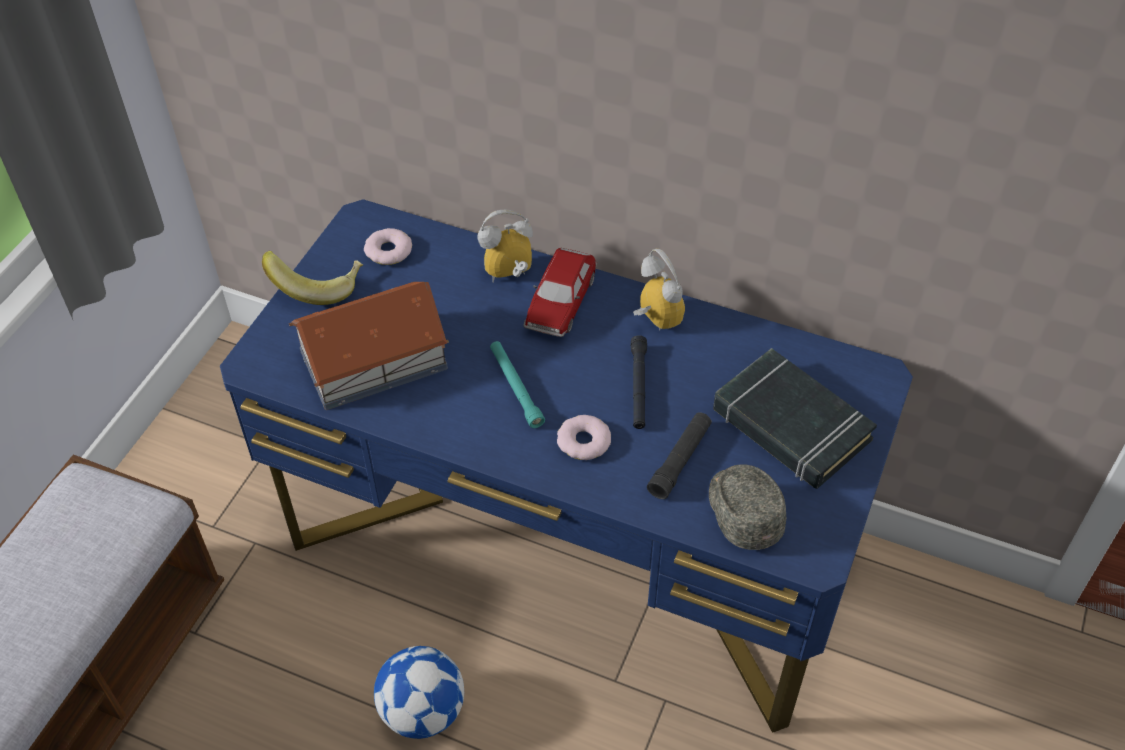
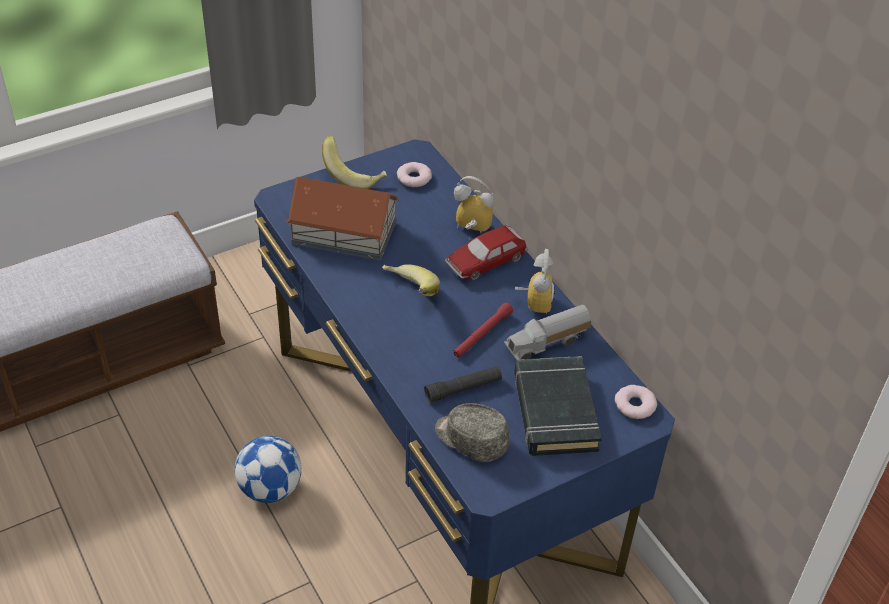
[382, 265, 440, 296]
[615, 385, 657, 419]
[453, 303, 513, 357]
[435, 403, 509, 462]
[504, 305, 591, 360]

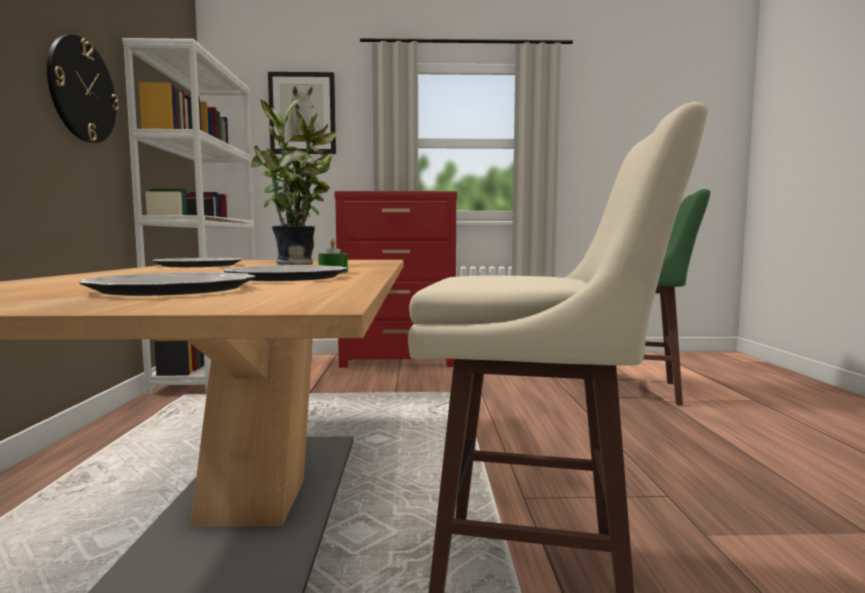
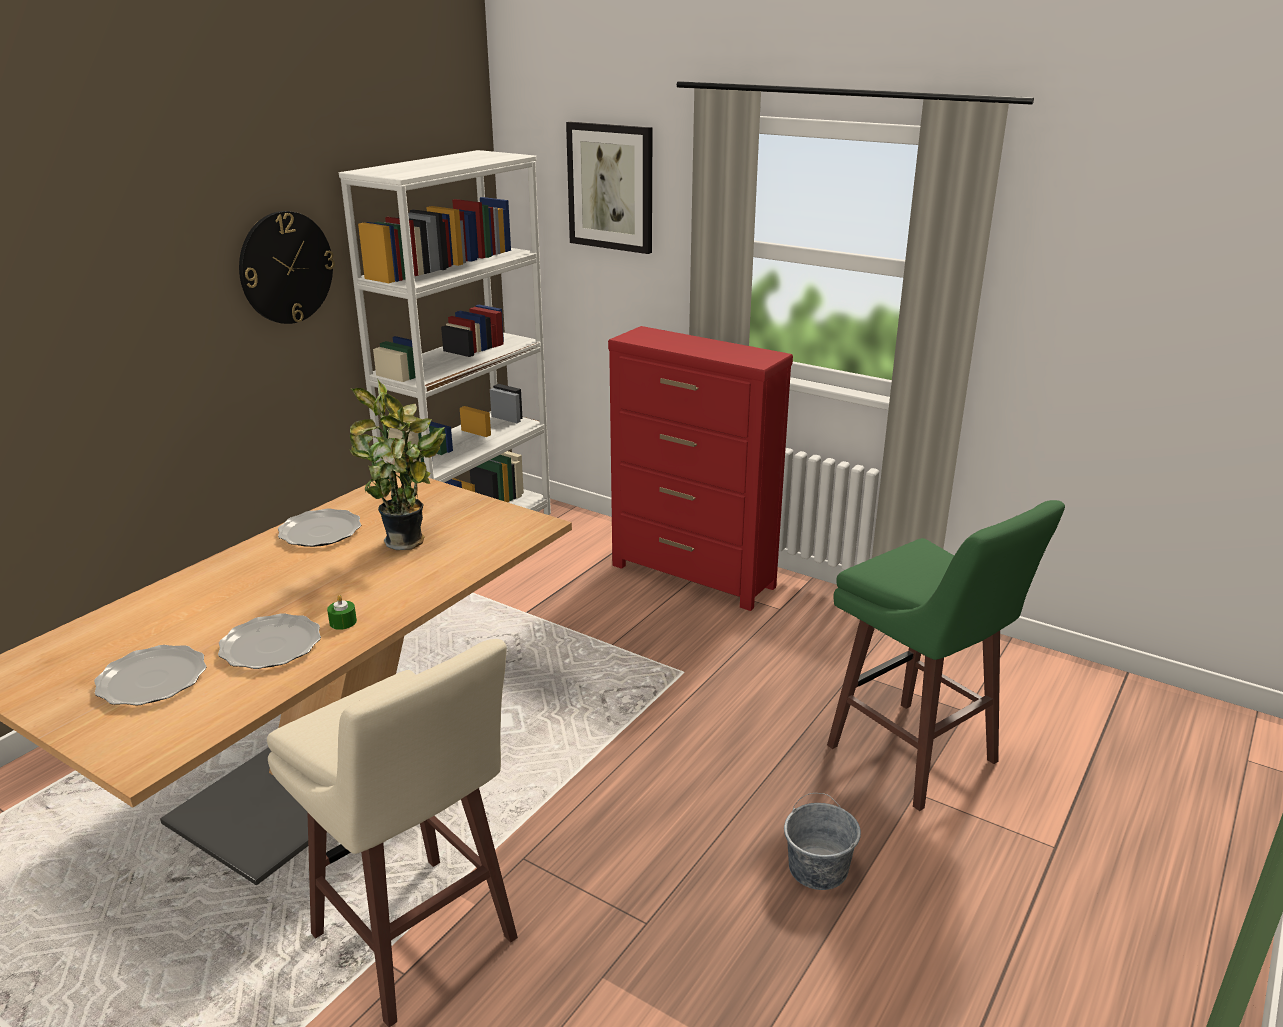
[784, 793, 861, 890]

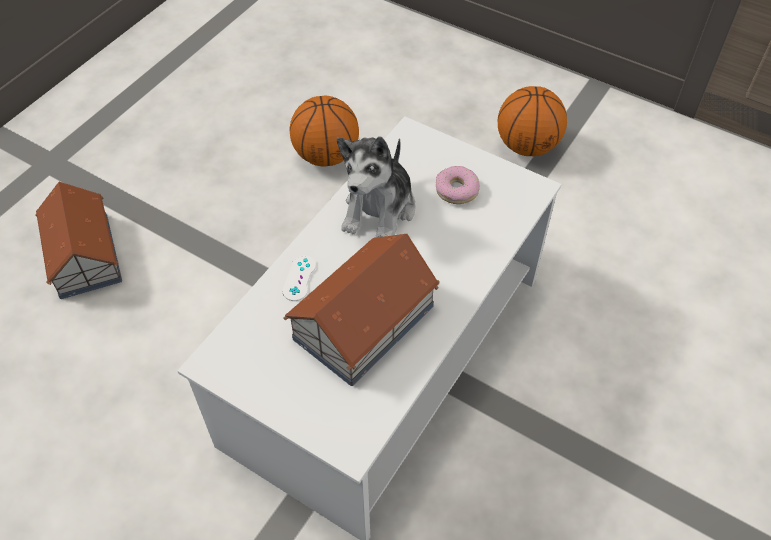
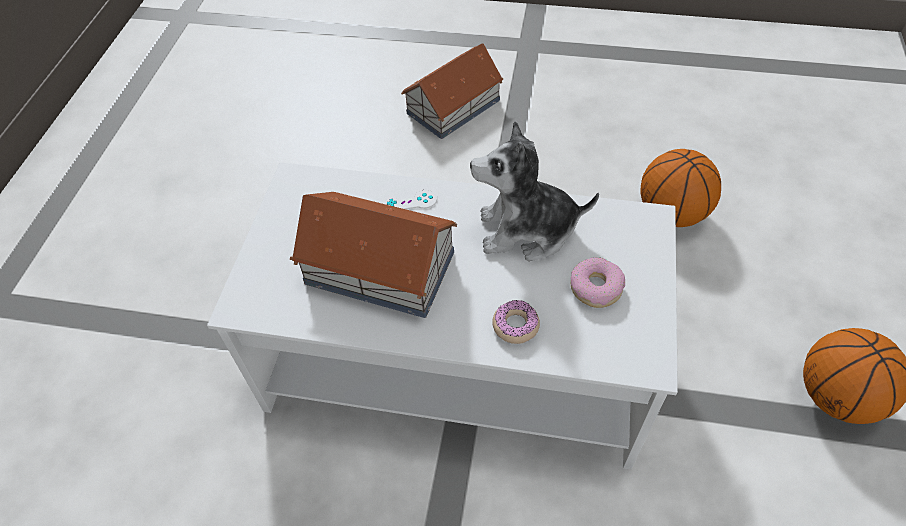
[492, 300, 540, 344]

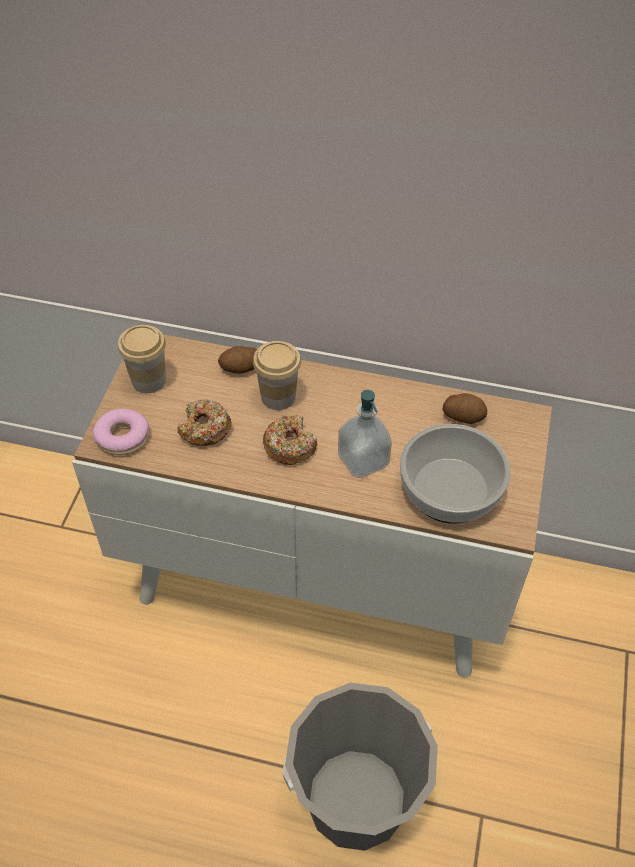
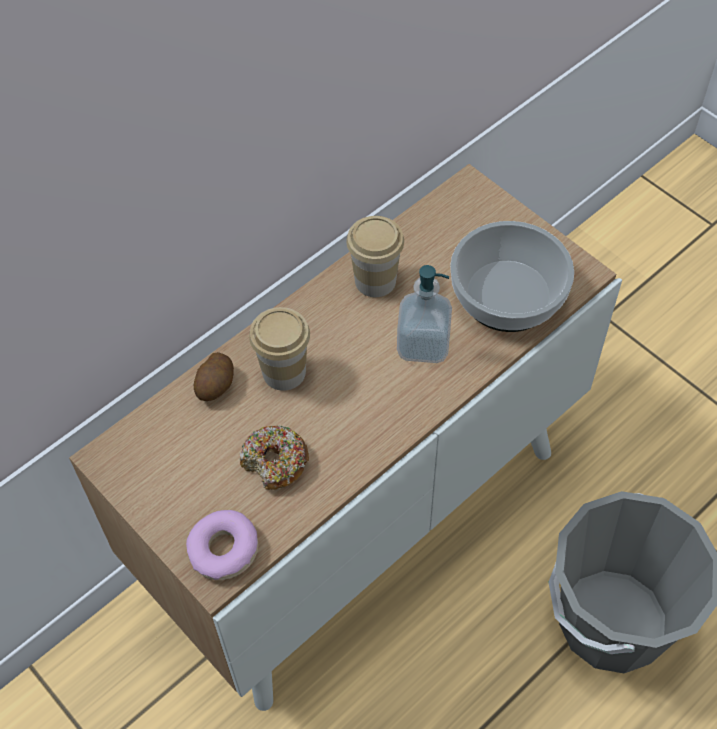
[346, 216, 404, 297]
[263, 414, 317, 465] (first image)
[443, 393, 487, 424] (first image)

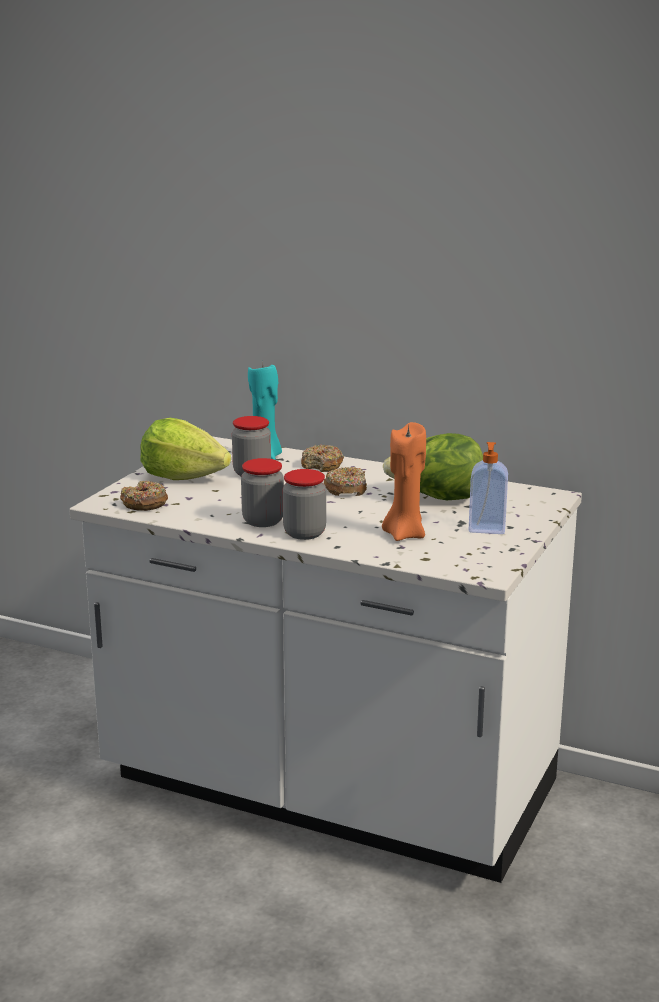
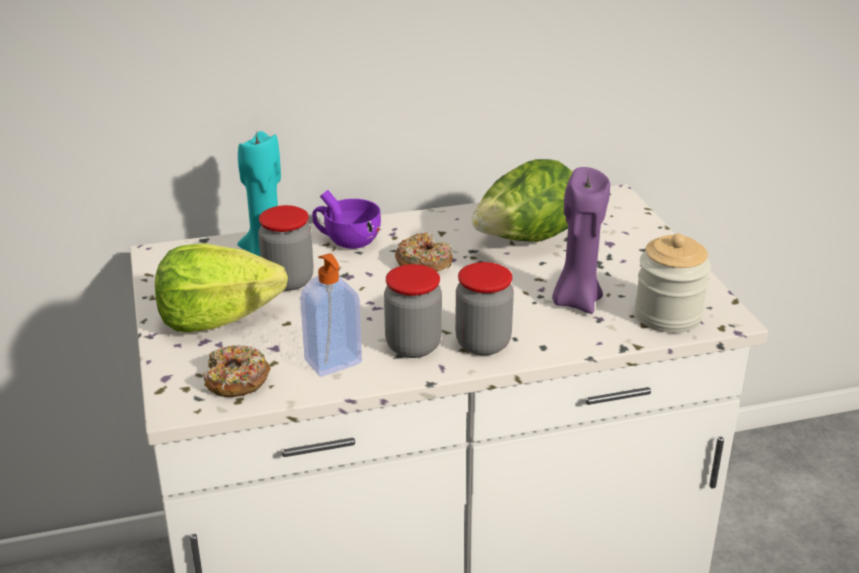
[312, 190, 381, 249]
[552, 167, 610, 314]
[300, 253, 362, 377]
[635, 234, 711, 333]

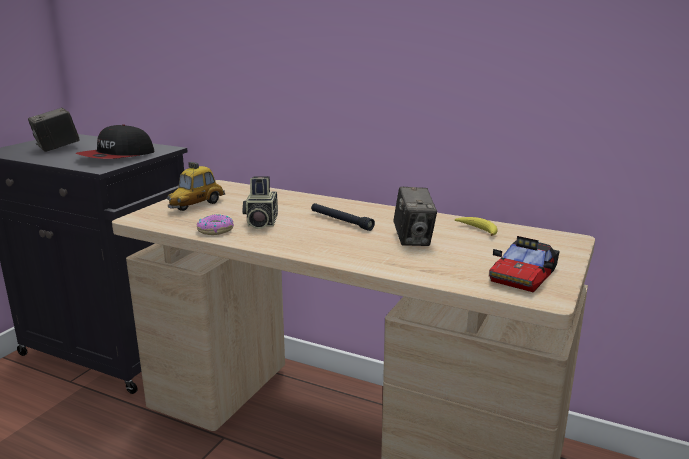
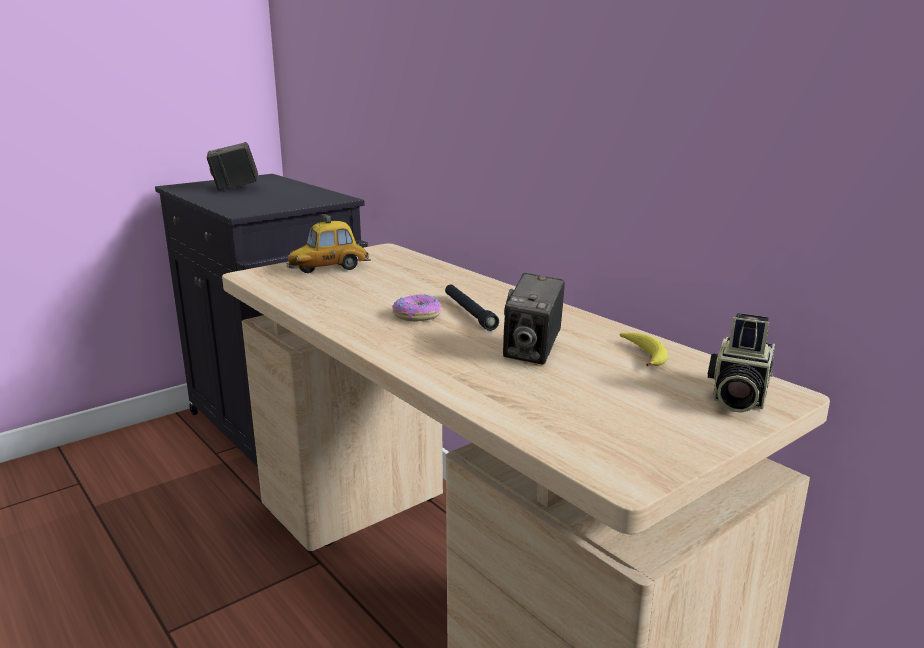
[76, 124, 155, 159] (first image)
[392, 294, 442, 322]
[708, 313, 775, 413]
[489, 236, 560, 292] (first image)

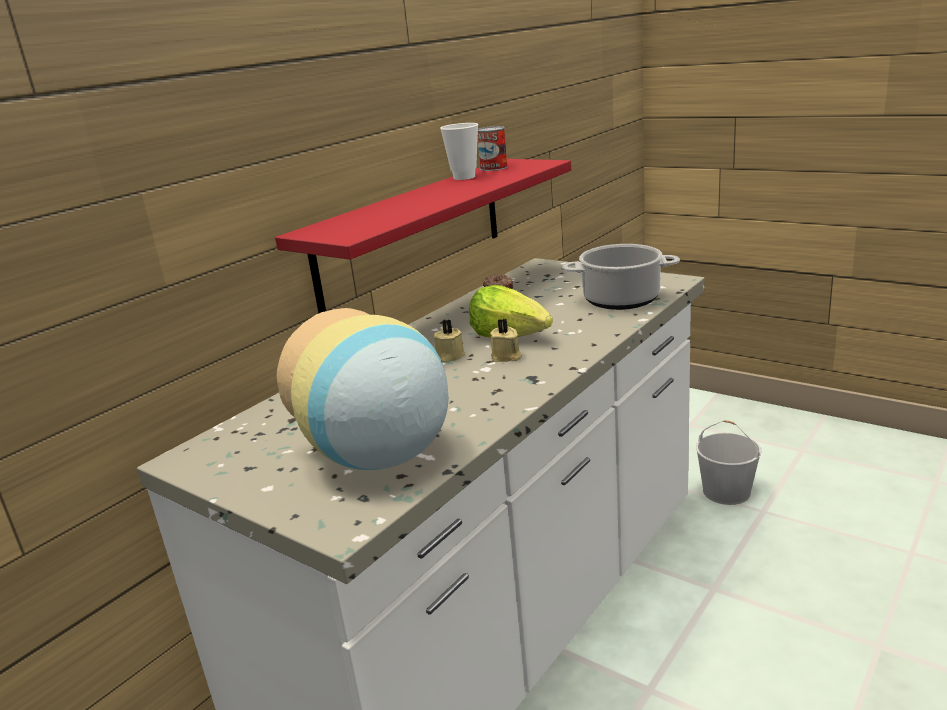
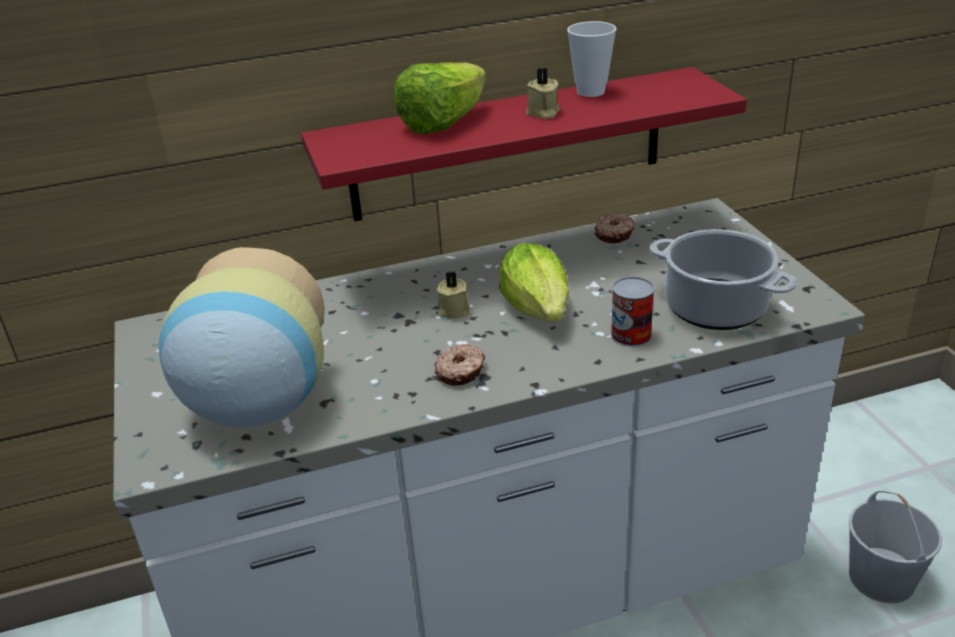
[611, 276, 654, 347]
[526, 68, 560, 119]
[393, 62, 486, 134]
[434, 344, 485, 386]

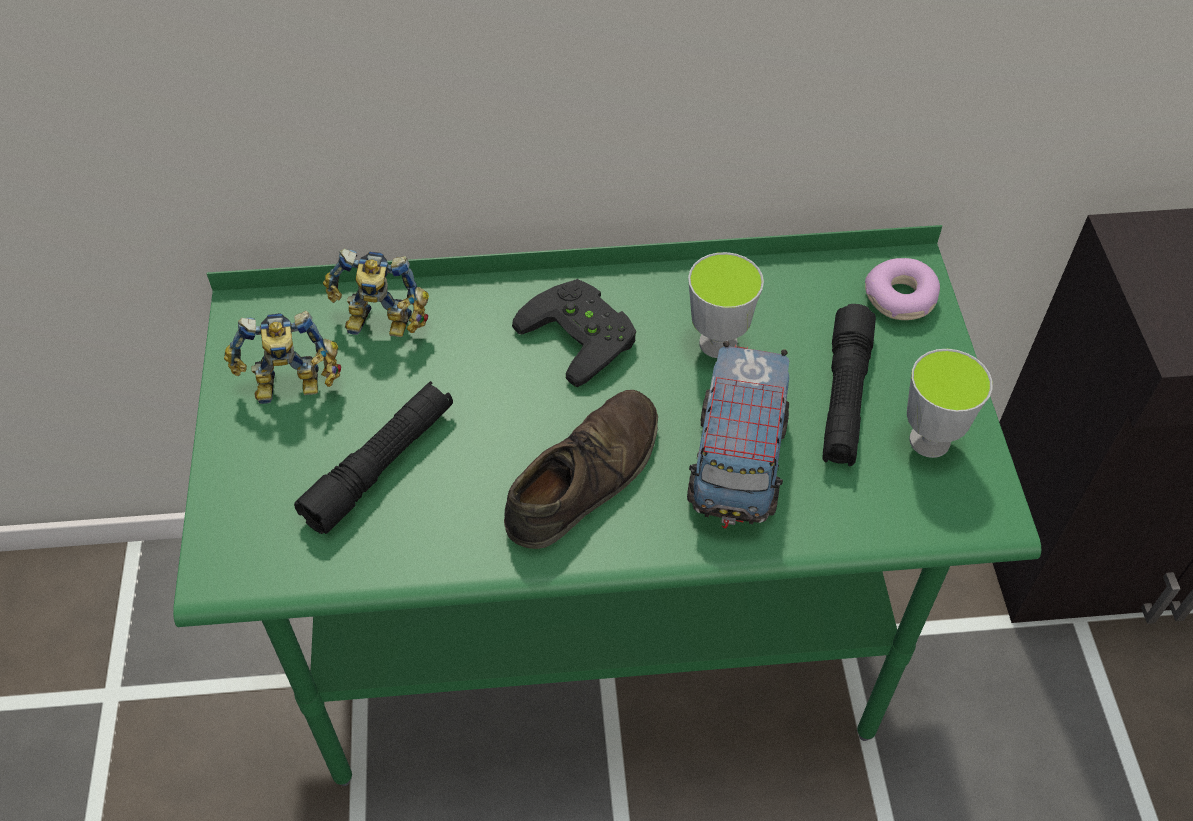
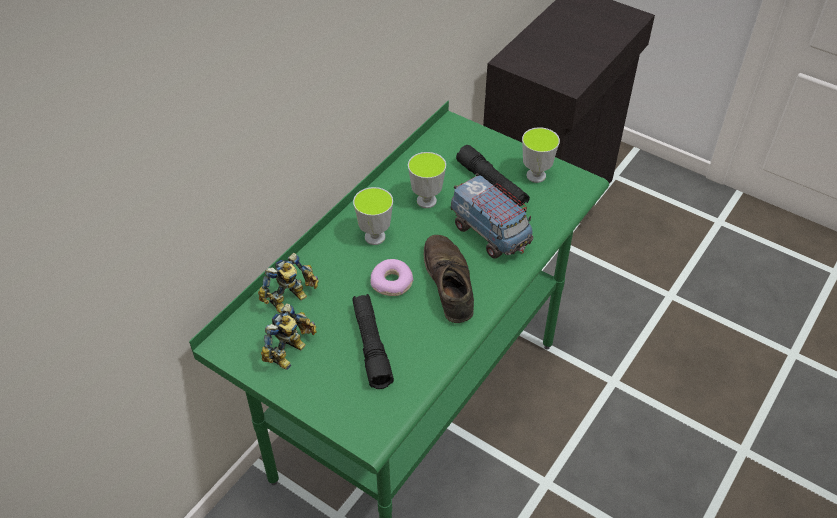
[353, 187, 393, 245]
[370, 259, 413, 296]

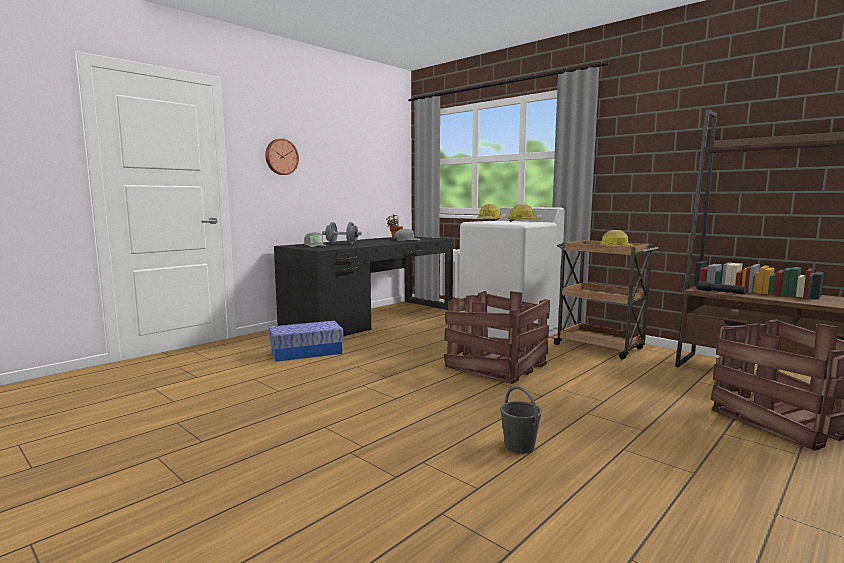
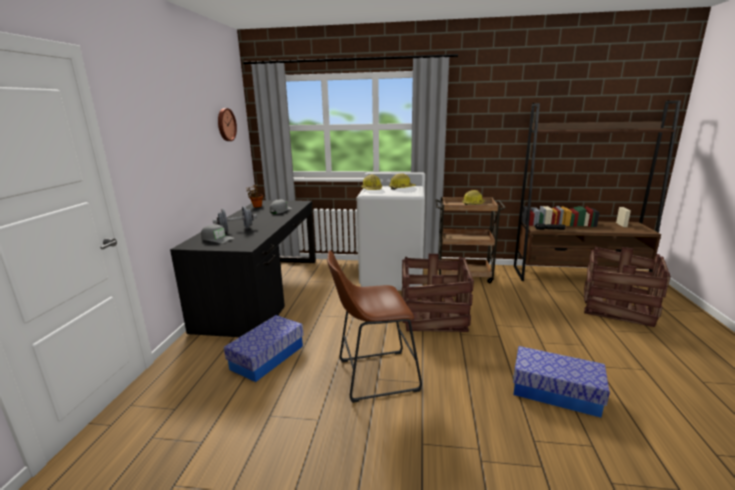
[218, 108, 237, 141]
[513, 346, 610, 418]
[327, 250, 422, 403]

